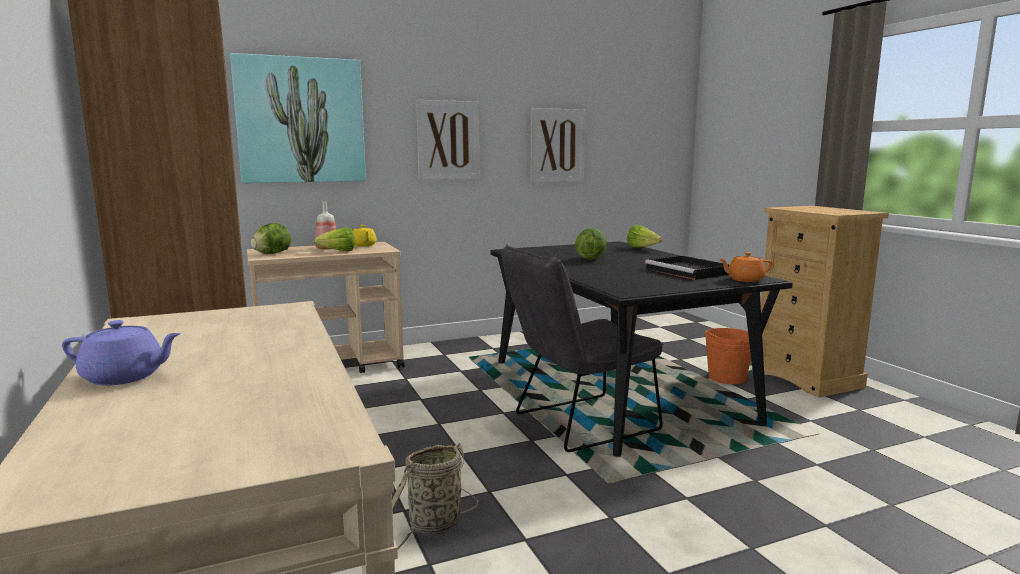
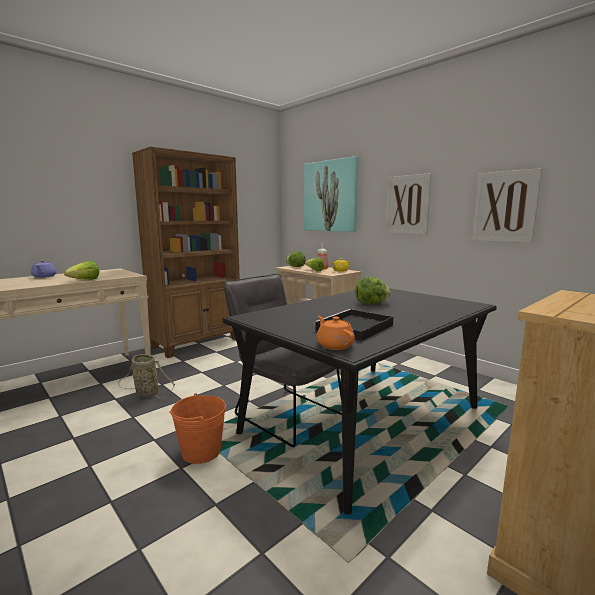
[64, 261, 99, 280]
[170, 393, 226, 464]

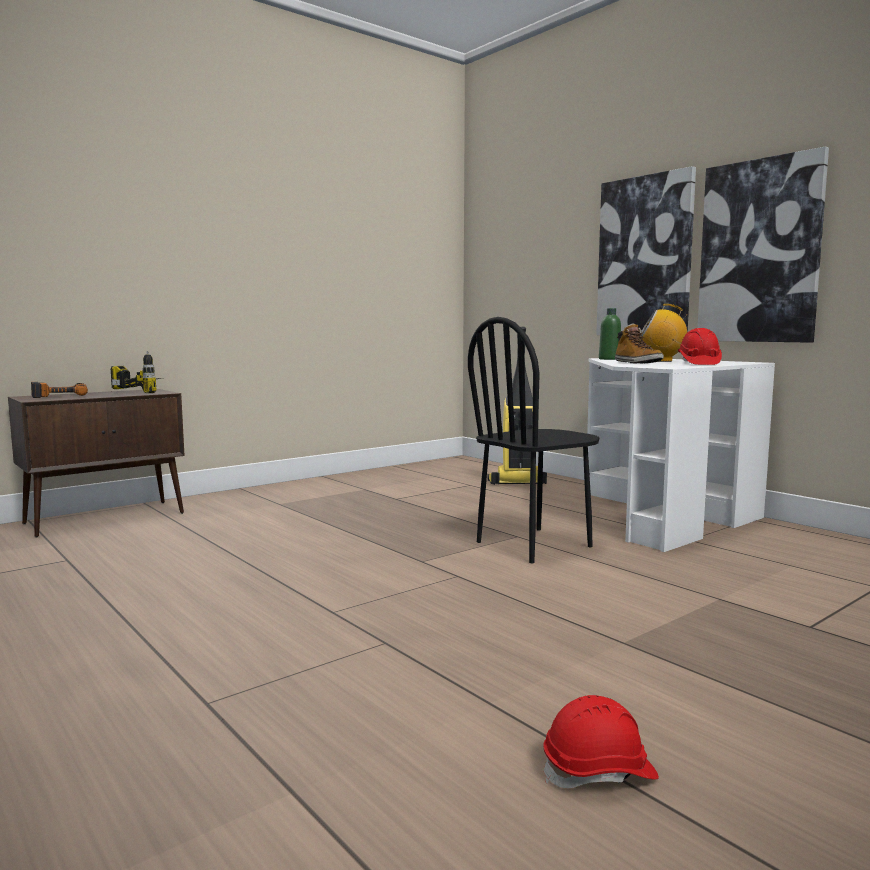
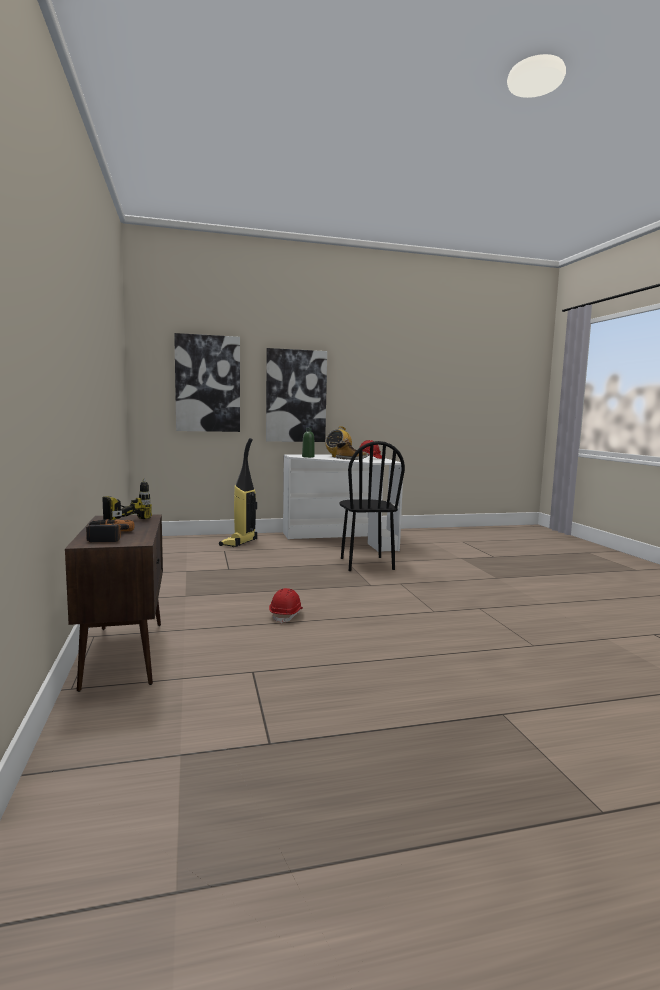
[269, 588, 303, 624]
[174, 333, 240, 432]

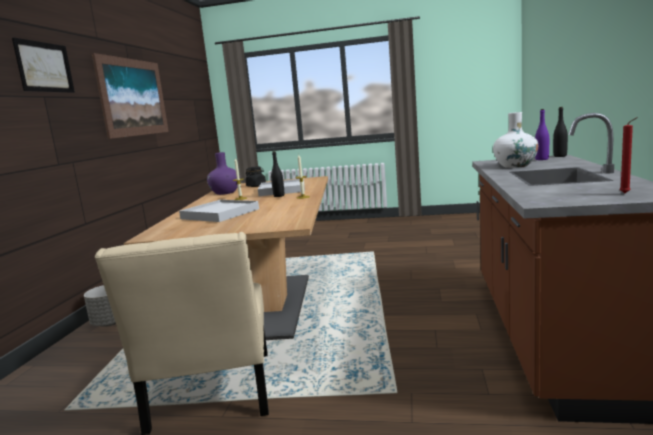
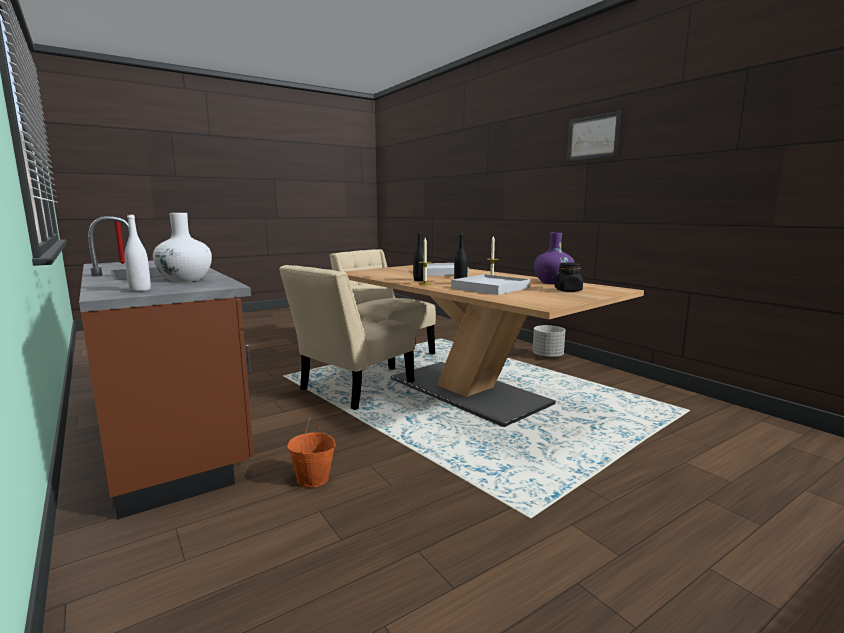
[92, 53, 169, 139] (first image)
[125, 213, 151, 291]
[413, 232, 424, 281]
[279, 265, 415, 410]
[287, 417, 336, 487]

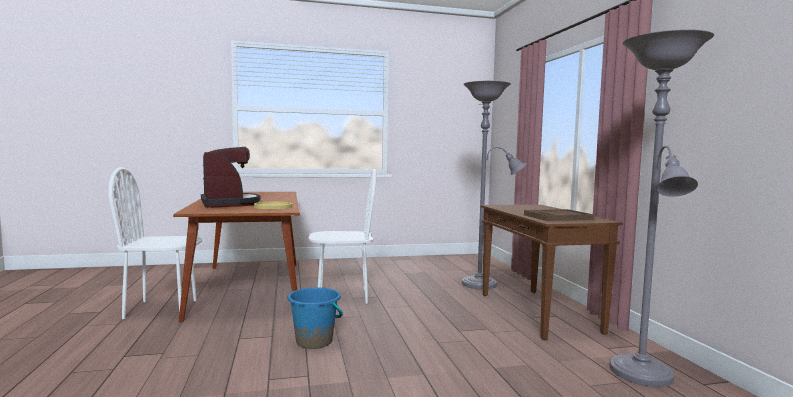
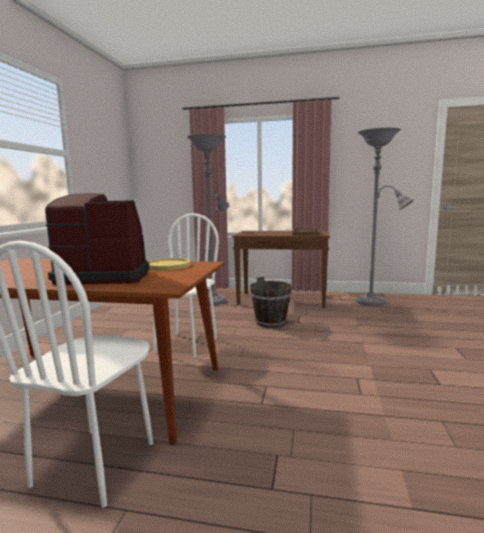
[288, 287, 343, 349] (first image)
[250, 277, 292, 328]

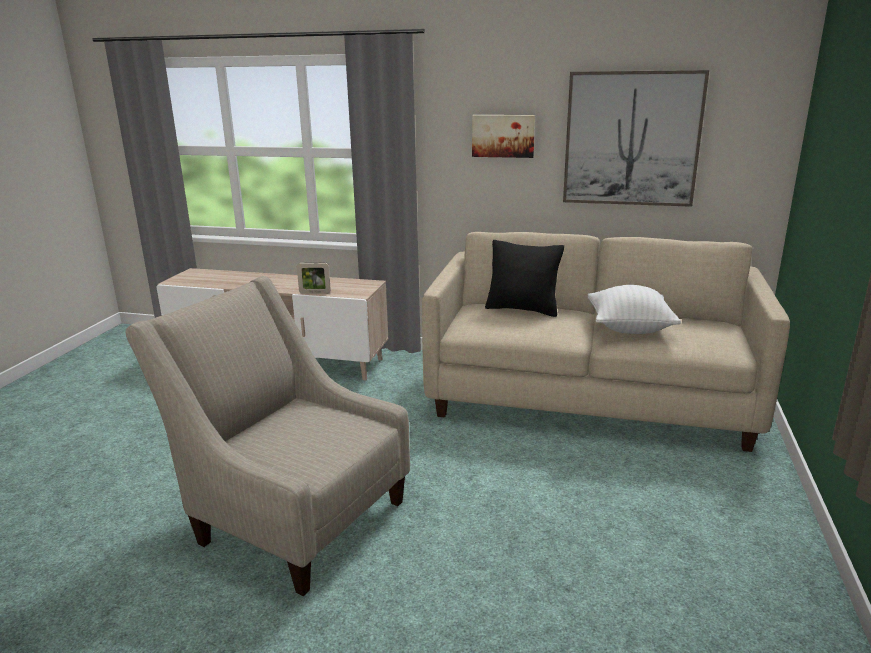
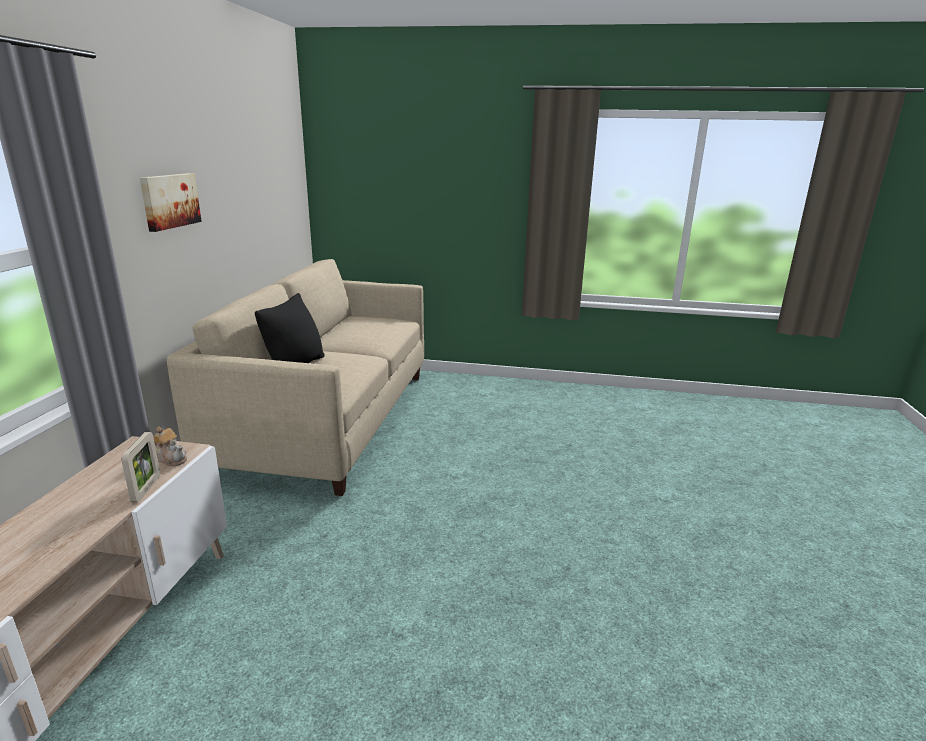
[125, 276, 410, 596] (first image)
[563, 70, 709, 207] (first image)
[588, 285, 681, 334] (first image)
[153, 427, 187, 466]

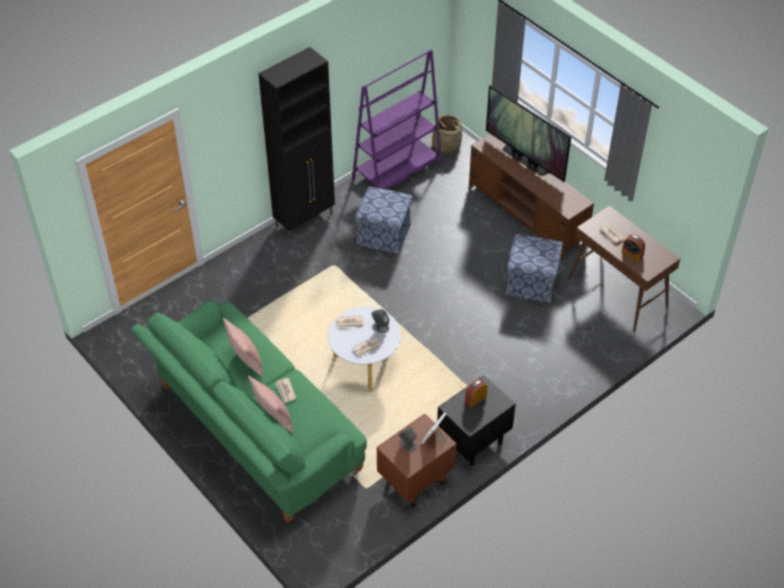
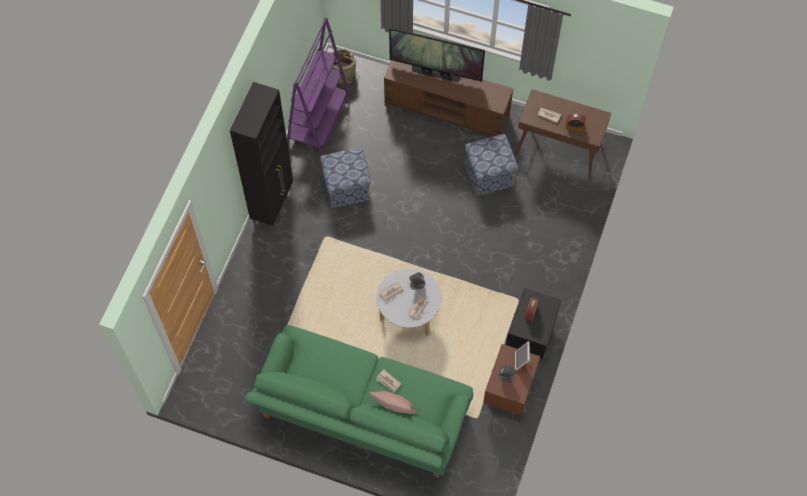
[223, 318, 263, 377] (first image)

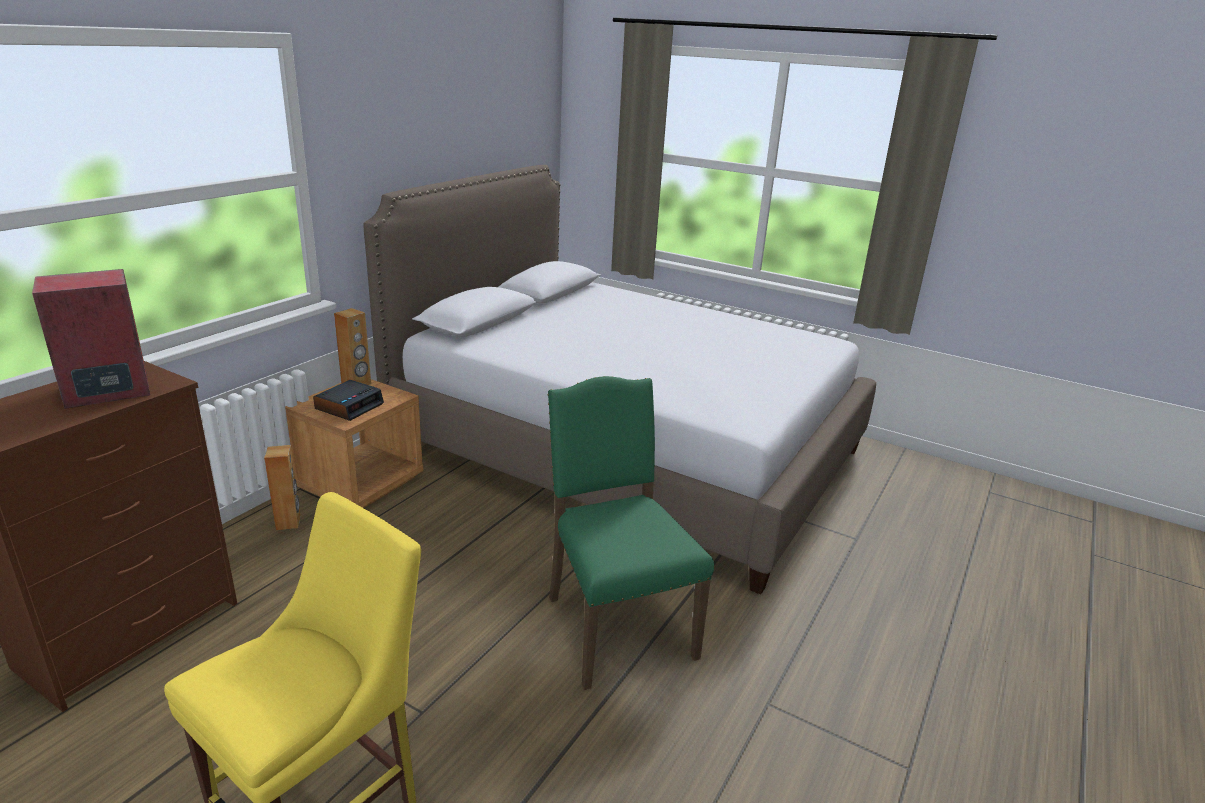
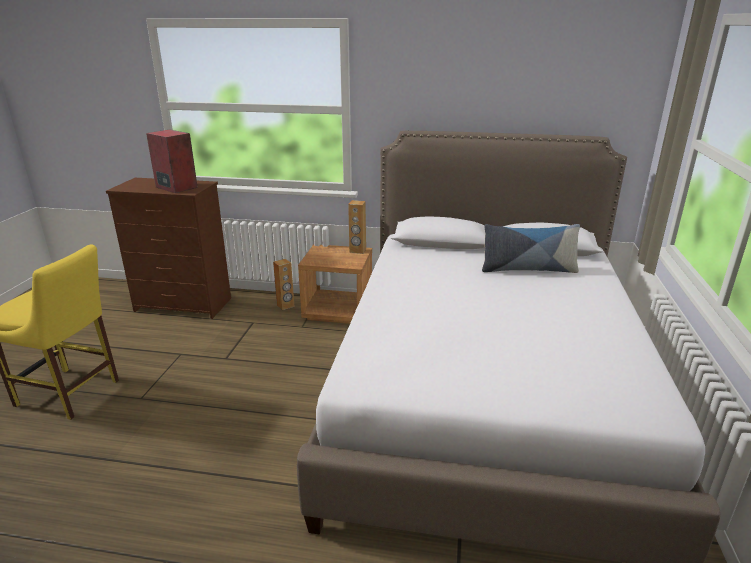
[313, 380, 384, 421] (first image)
[548, 376, 714, 690] (first image)
[482, 224, 580, 273]

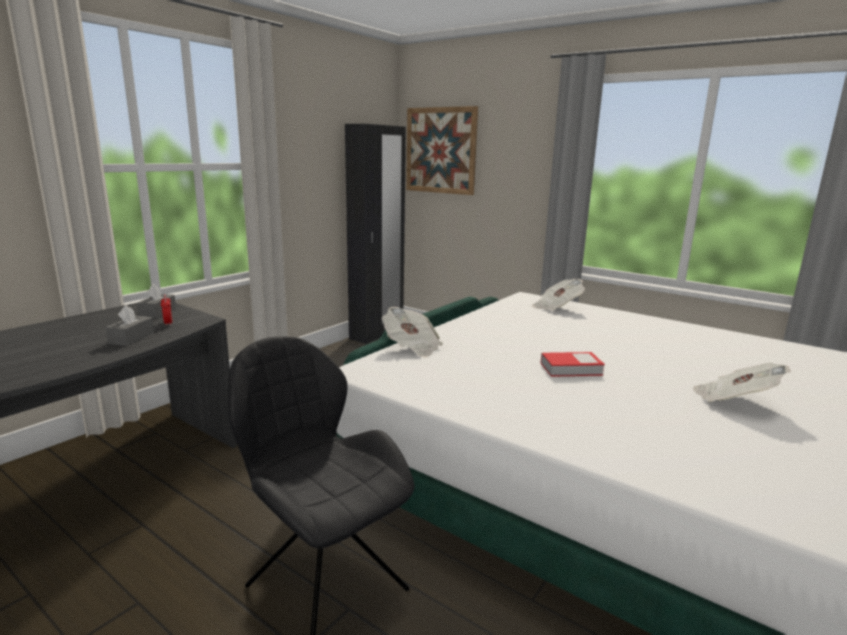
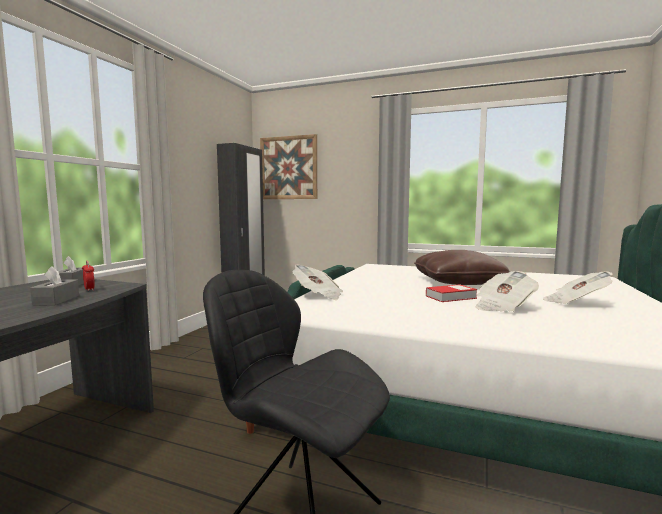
[475, 271, 539, 312]
[414, 250, 510, 285]

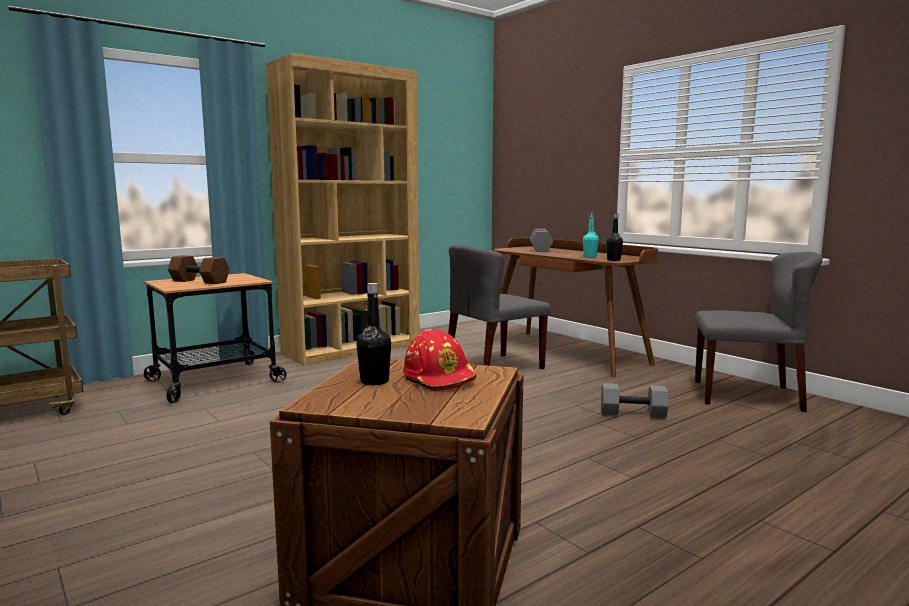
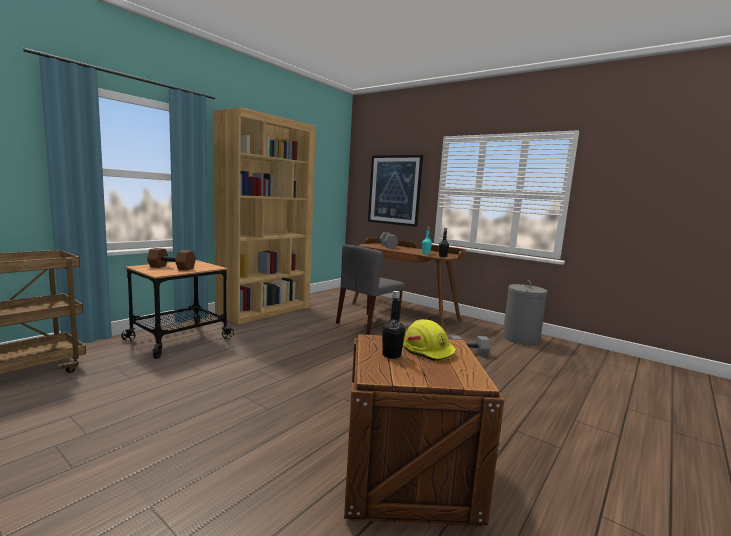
[404, 319, 456, 362]
[503, 280, 547, 345]
[368, 155, 423, 227]

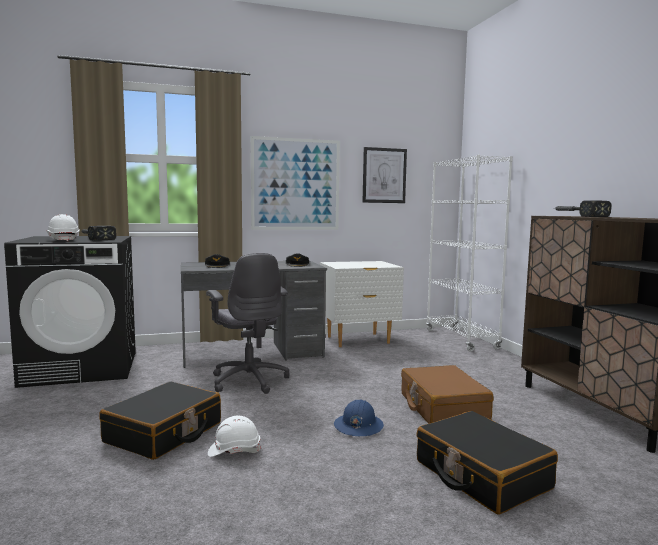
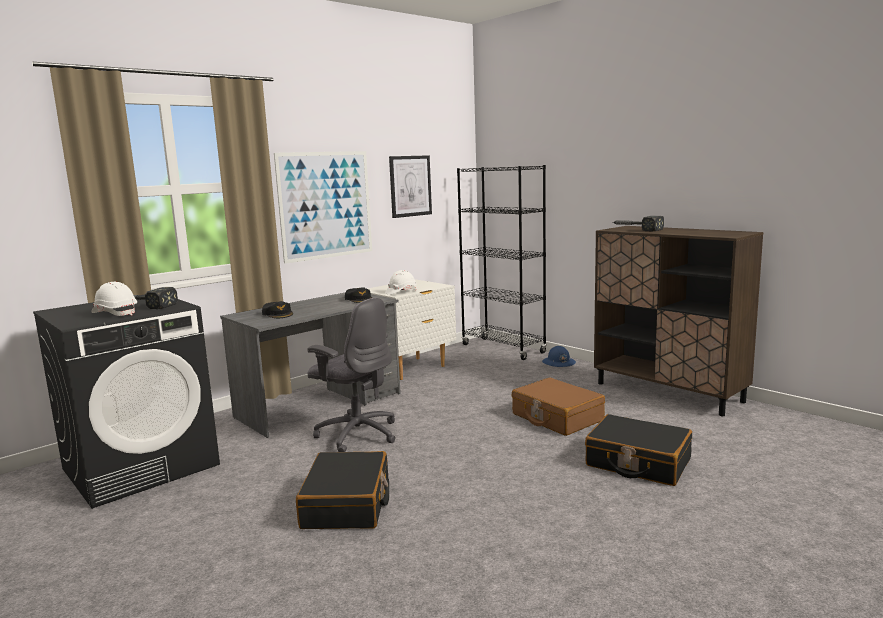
[385, 270, 417, 295]
[542, 346, 576, 367]
[457, 165, 547, 360]

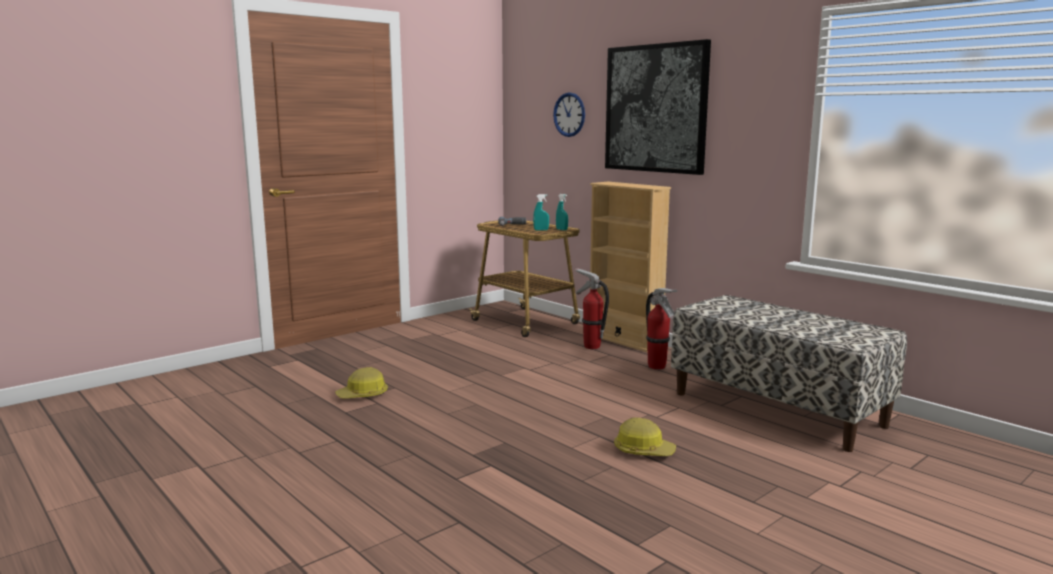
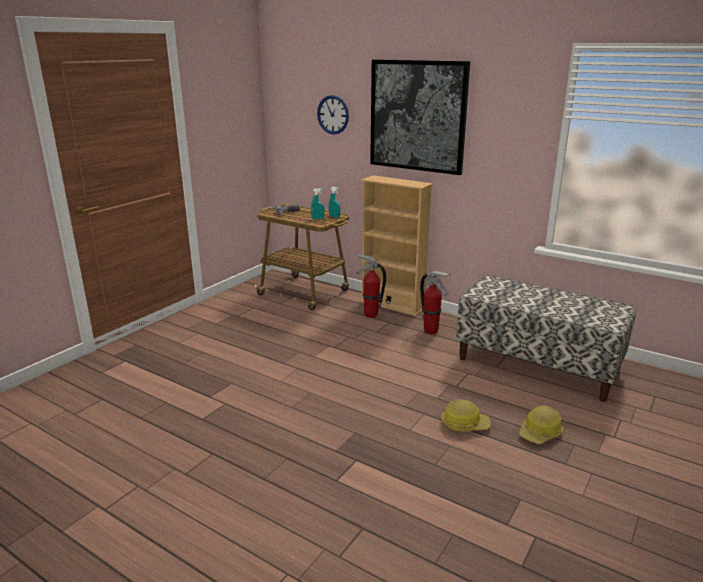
[519, 405, 563, 444]

